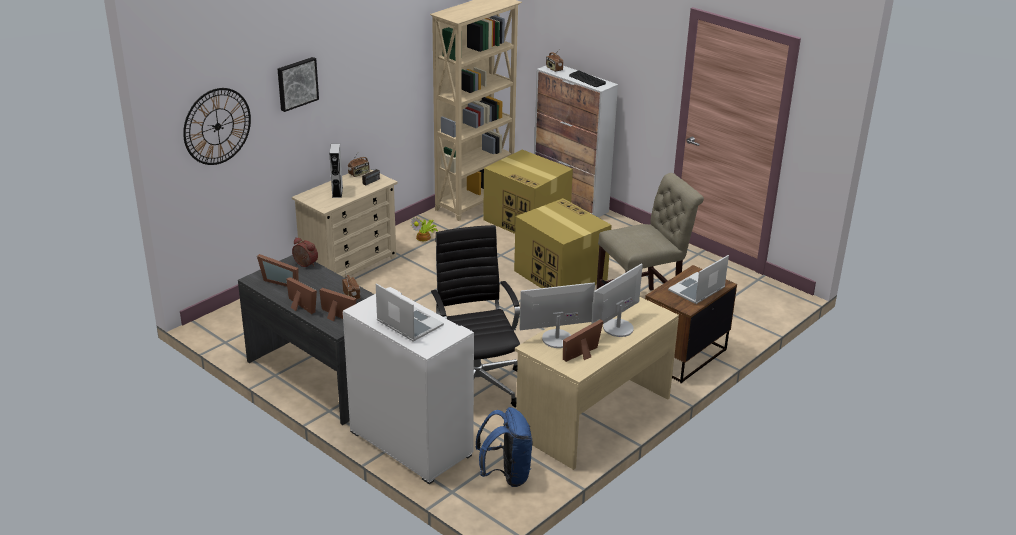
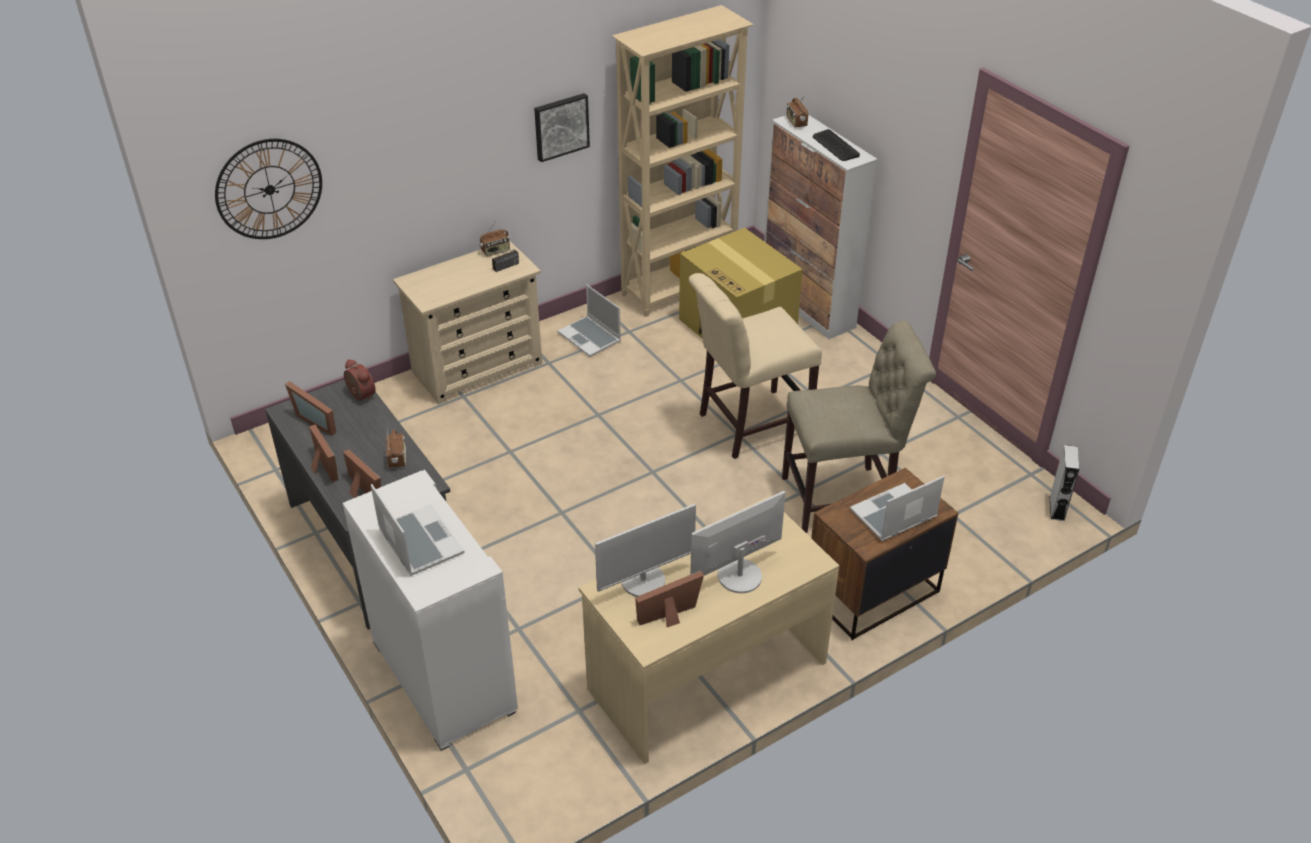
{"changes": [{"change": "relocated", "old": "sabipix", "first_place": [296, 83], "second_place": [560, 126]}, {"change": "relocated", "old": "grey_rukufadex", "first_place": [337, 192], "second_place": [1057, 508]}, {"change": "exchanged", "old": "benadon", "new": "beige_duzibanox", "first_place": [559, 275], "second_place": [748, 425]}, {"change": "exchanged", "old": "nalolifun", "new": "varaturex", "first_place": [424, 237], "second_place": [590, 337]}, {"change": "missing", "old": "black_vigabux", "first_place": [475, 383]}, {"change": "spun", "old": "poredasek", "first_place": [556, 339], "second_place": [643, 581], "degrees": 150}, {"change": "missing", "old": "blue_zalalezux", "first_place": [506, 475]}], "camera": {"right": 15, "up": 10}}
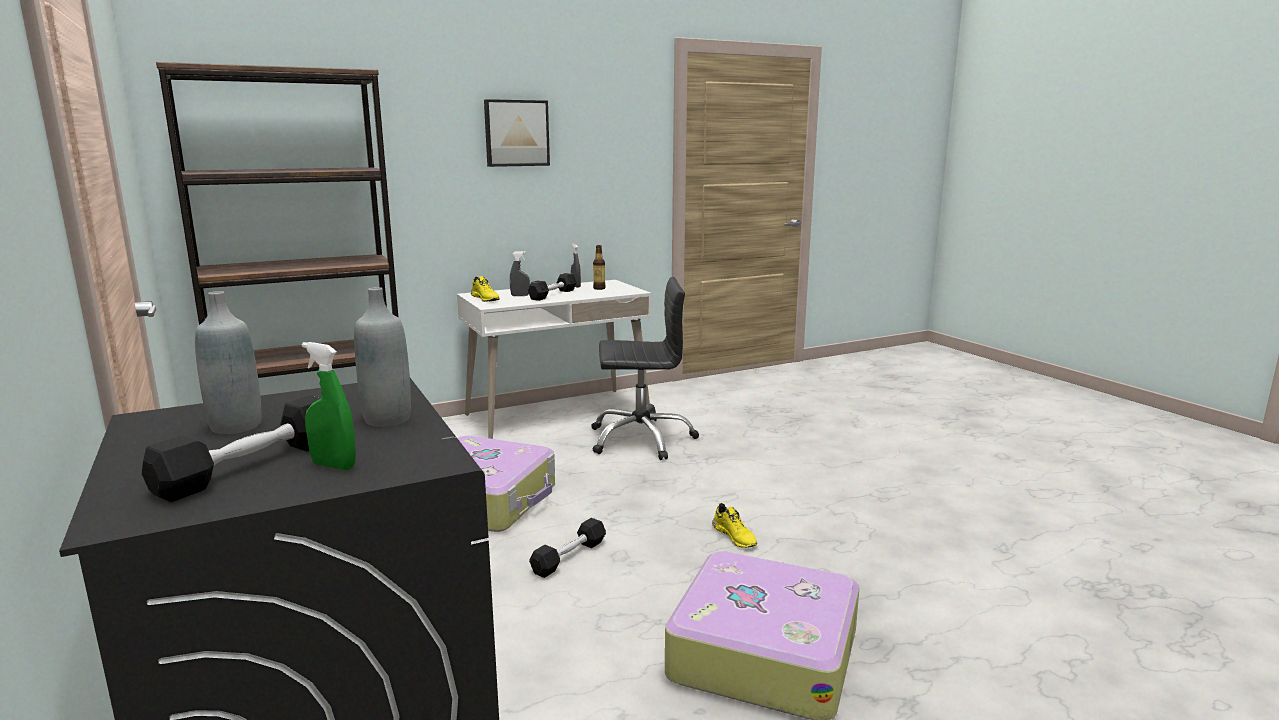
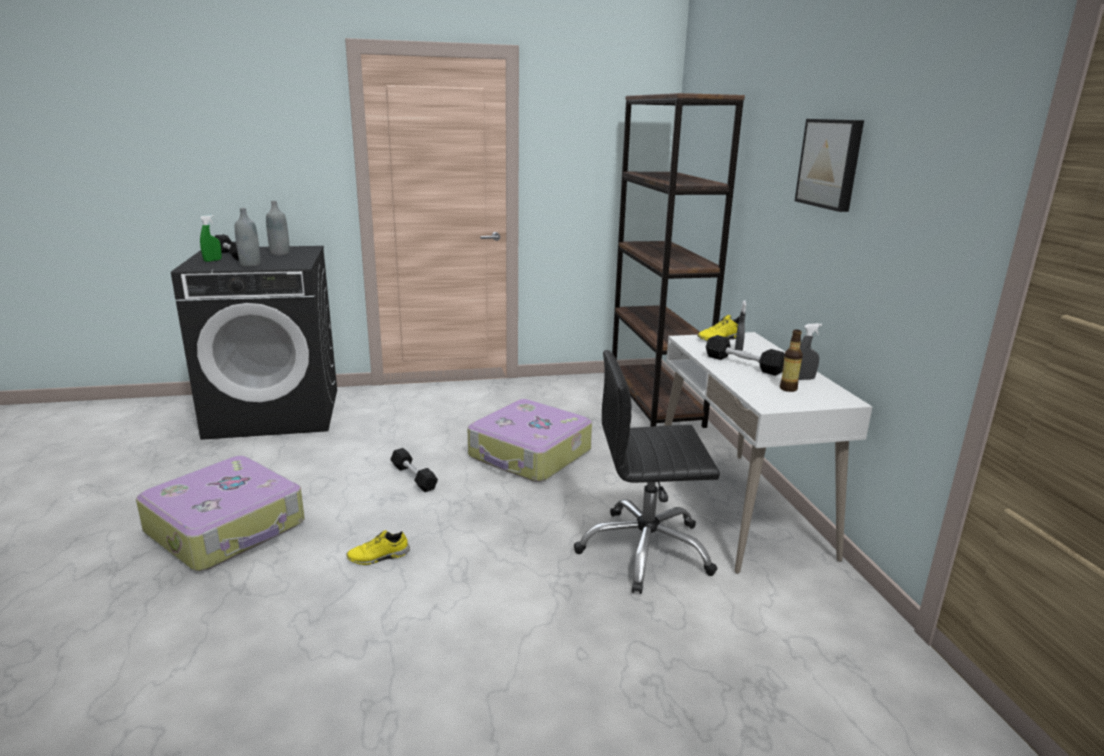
{"changes": [{"change": "spun", "old": "black_vigabux", "first_place": [641, 439], "second_place": [645, 550], "degrees": 75}], "camera": {"right": 105, "up": 5}}
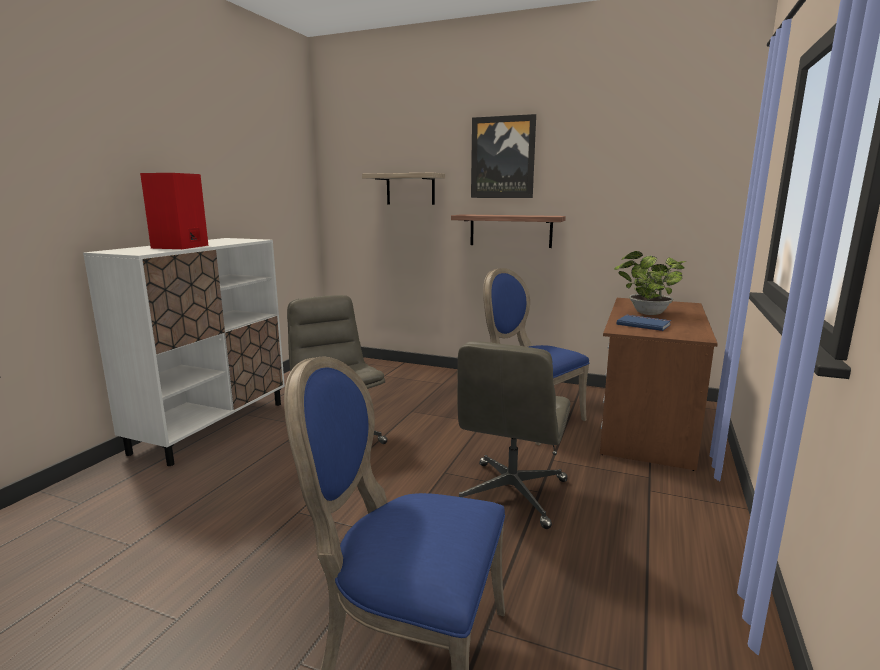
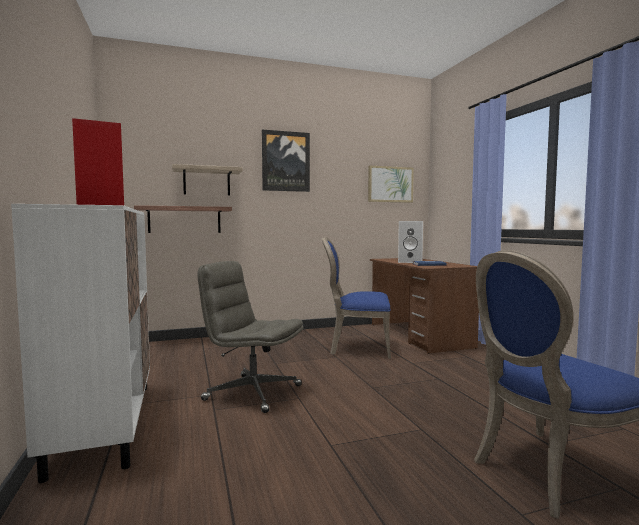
{"changes": [{"change": "relocated", "old": "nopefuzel", "first_place": [510, 230], "second_place": [184, 220]}, {"change": "exchanged", "old": "nalolifun", "new": "white_rukufadex", "first_place": [646, 313], "second_place": [411, 262]}, {"change": "missing", "old": "grey_vigabux", "first_place": [511, 494]}, {"change": "appeared", "new": "sabipix", "second_place": [390, 184]}], "camera": {"right": -40, "up": -10}}
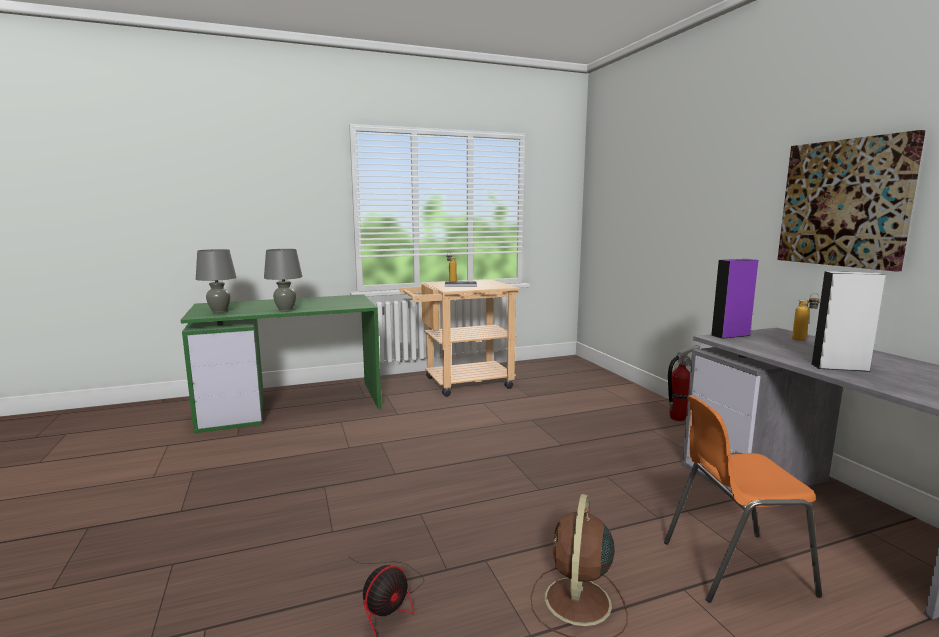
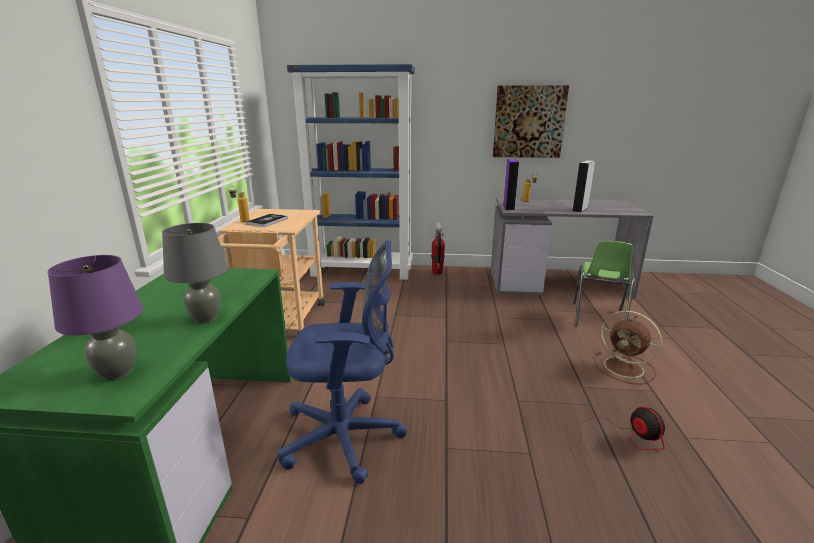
{"changes": [{"change": "colour", "old": "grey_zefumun", "new": "purple_zefumun", "first_place": [219, 311], "second_place": [117, 373]}, {"change": "colour", "old": "orange_duzibanox", "new": "green_duzibanox", "first_place": [733, 566], "second_place": [597, 318]}, {"change": "appeared", "new": "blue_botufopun", "second_place": [362, 271]}, {"change": "appeared", "new": "blue_vigabux", "second_place": [347, 437]}], "camera": {"right": -65, "up": 10}}
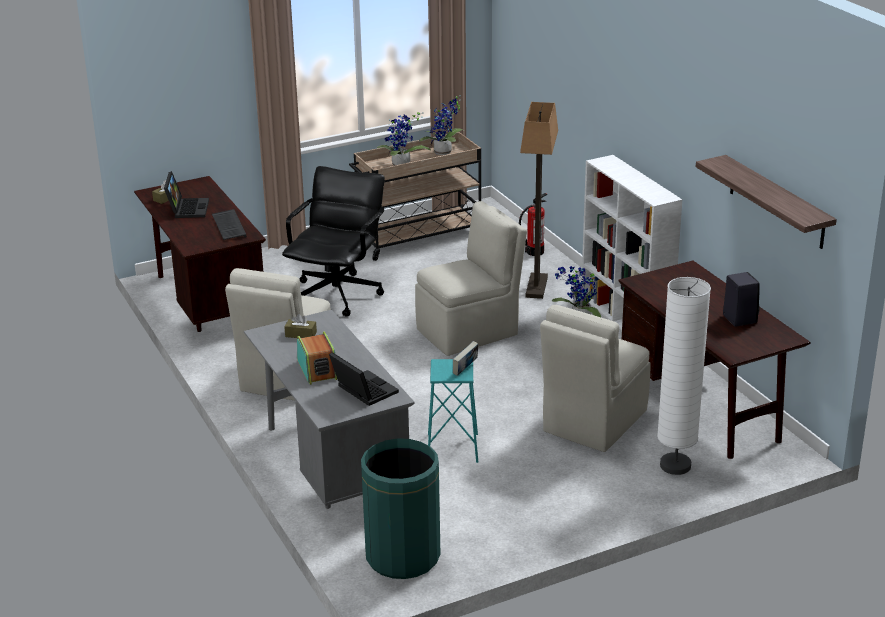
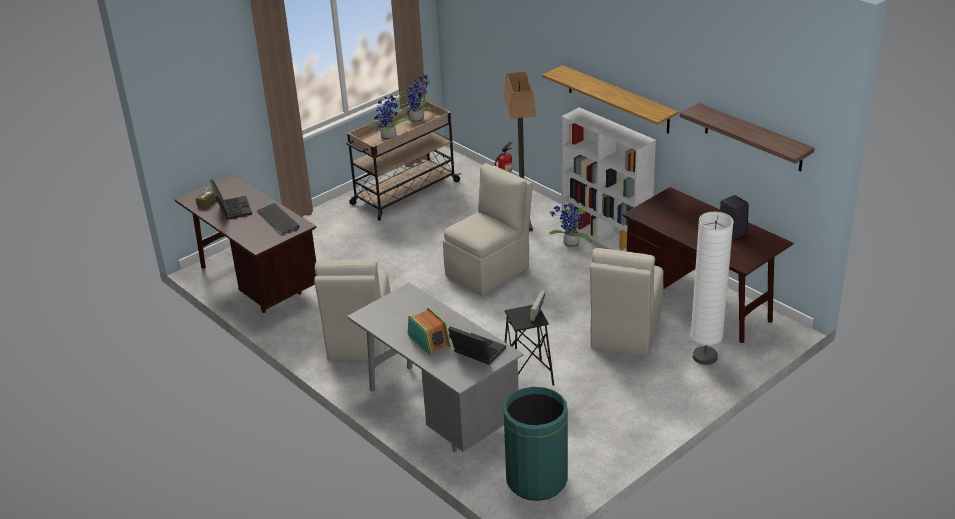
{"changes": [{"change": "missing", "old": "black_vigabux", "first_place": [338, 294]}, {"change": "missing", "old": "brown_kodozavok", "first_place": [301, 334]}, {"change": "colour", "old": "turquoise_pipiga", "new": "black_pipiga", "first_place": [452, 448], "second_place": [528, 377]}, {"change": "appeared", "new": "nopefuzel", "second_place": [618, 99]}], "camera": {"right": -15, "up": 5}}
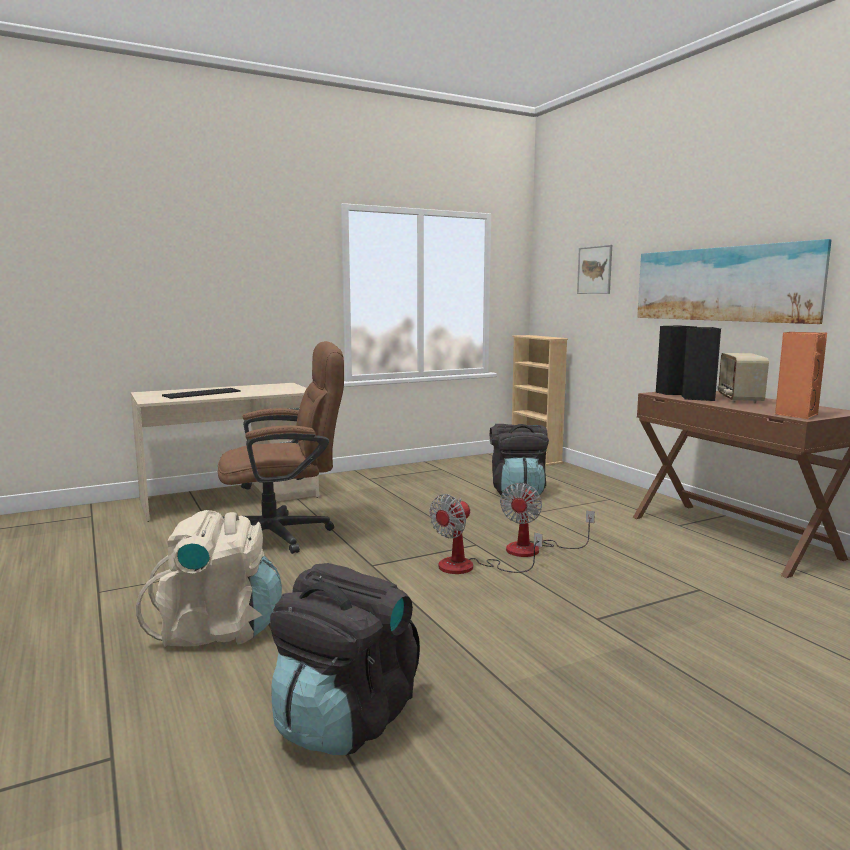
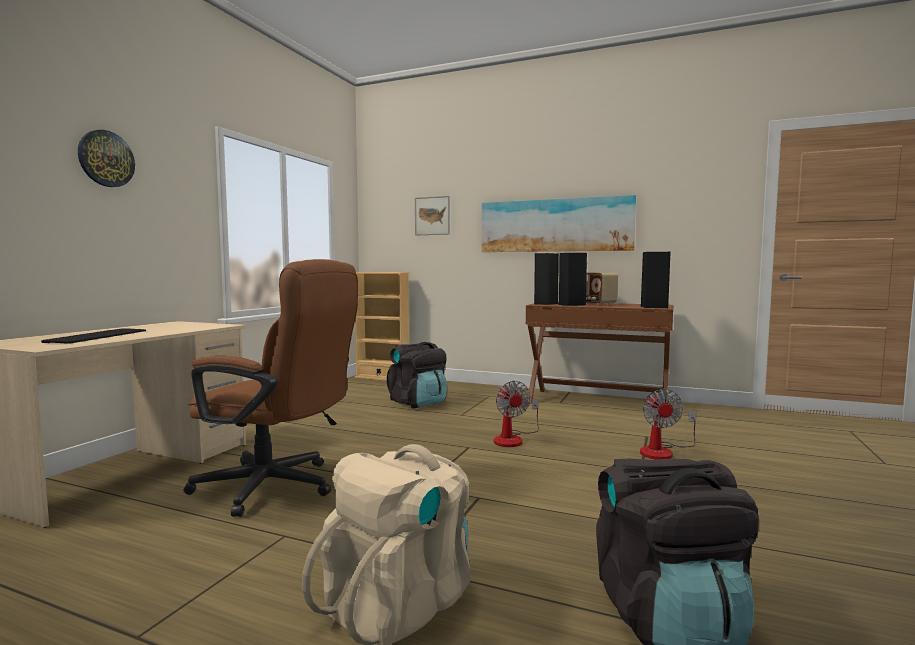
{"changes": [{"change": "colour", "old": "orange_rukufadex", "new": "black_rukufadex", "first_place": [796, 415], "second_place": [653, 307]}, {"change": "spun", "old": "brown_vigabux", "first_place": [284, 534], "second_place": [277, 487], "degrees": 75}, {"change": "relocated", "old": "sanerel", "first_place": [469, 567], "second_place": [663, 451]}, {"change": "appeared", "new": "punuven", "second_place": [106, 159]}], "camera": {"right": -40, "up": -5}}
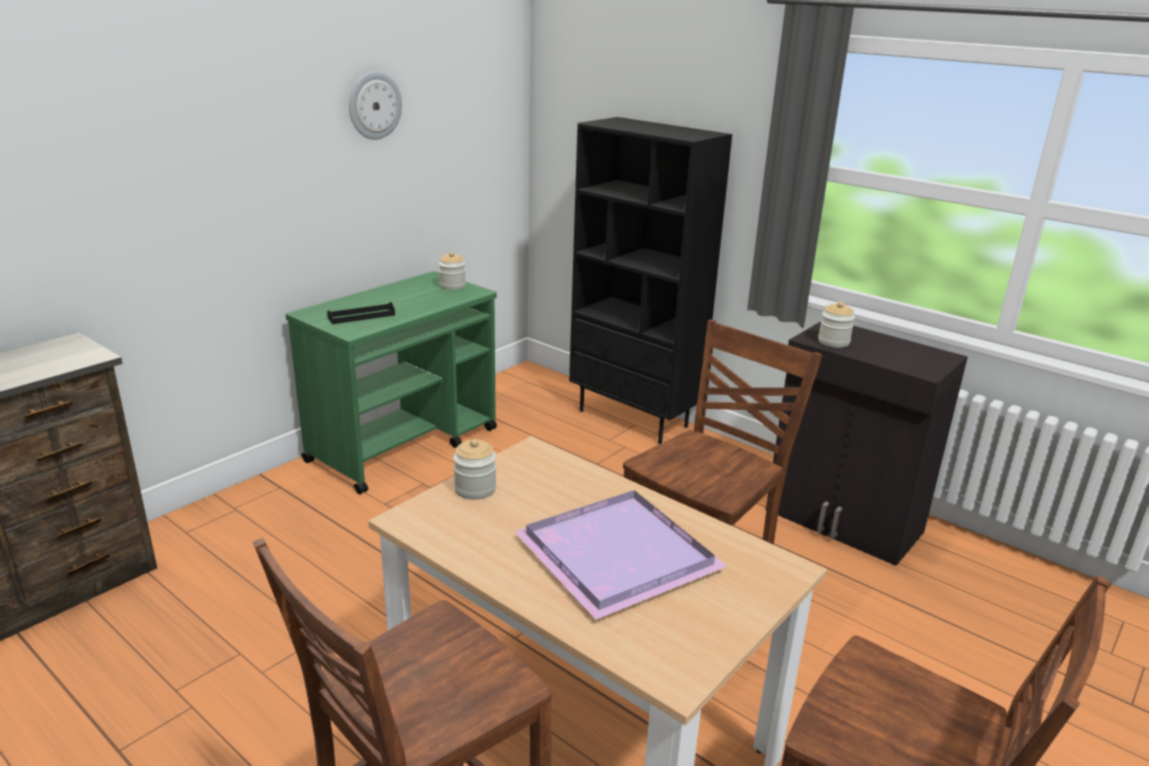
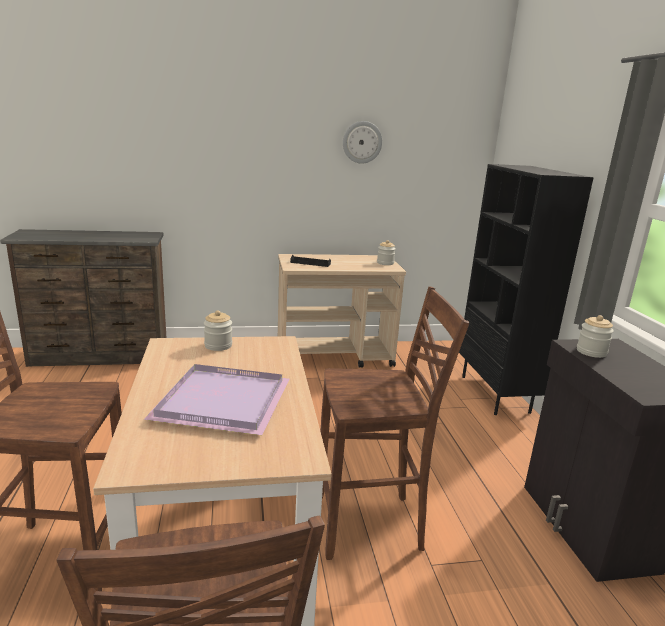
{"changes": [{"change": "colour", "old": "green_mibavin", "new": "beige_mibavin", "first_place": [405, 444], "second_place": [335, 356]}], "camera": {"right": 40, "up": -5}}
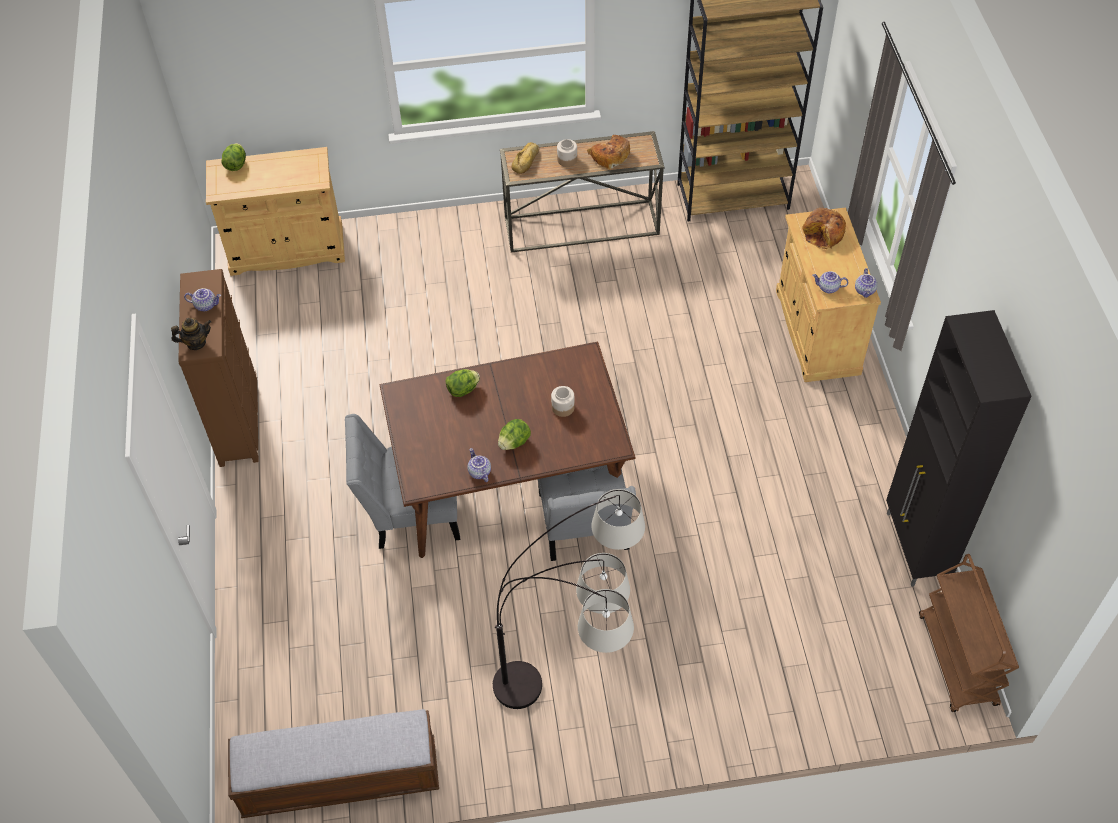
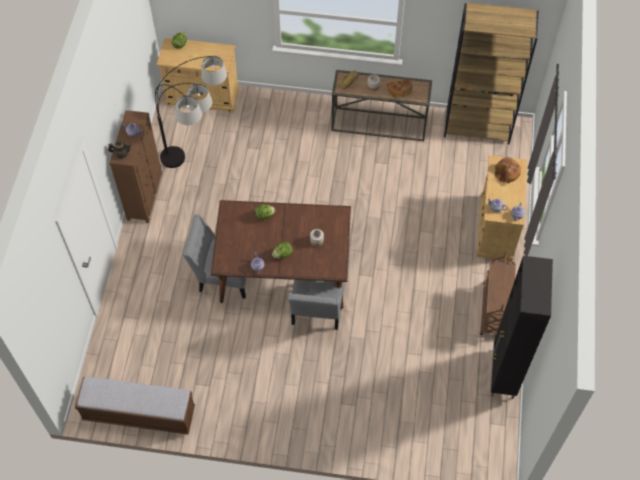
{"changes": [{"change": "relocated", "old": "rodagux", "first_place": [578, 693], "second_place": [200, 168]}, {"change": "relocated", "old": "brown_mibavin", "first_place": [958, 660], "second_place": [494, 311]}], "camera": {"right": 15, "up": 5}}
